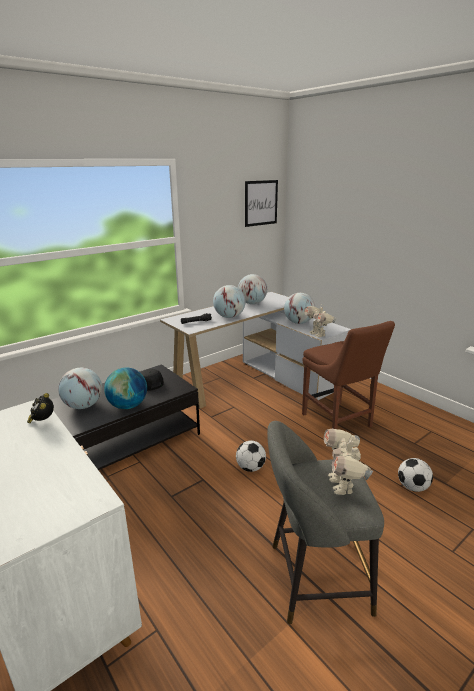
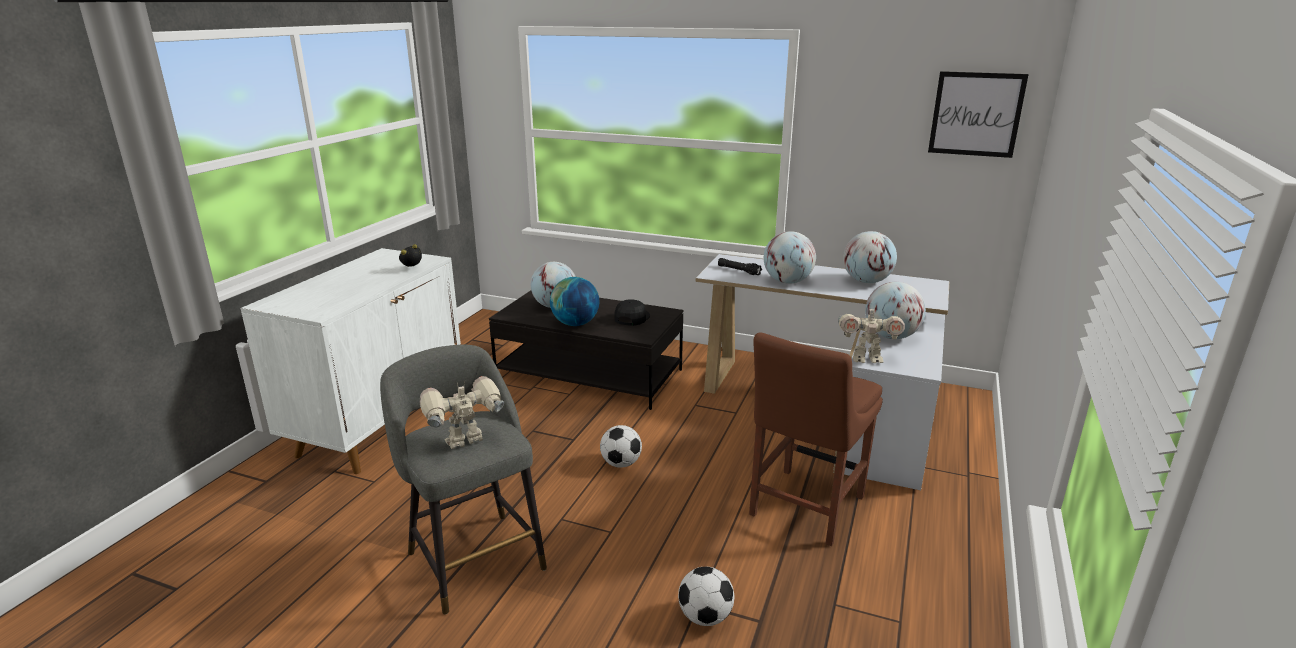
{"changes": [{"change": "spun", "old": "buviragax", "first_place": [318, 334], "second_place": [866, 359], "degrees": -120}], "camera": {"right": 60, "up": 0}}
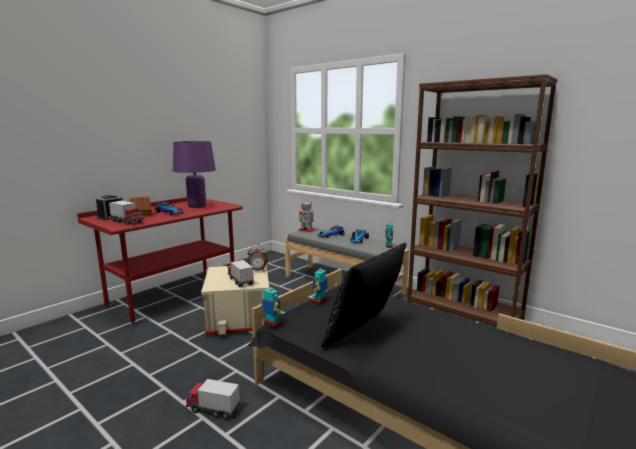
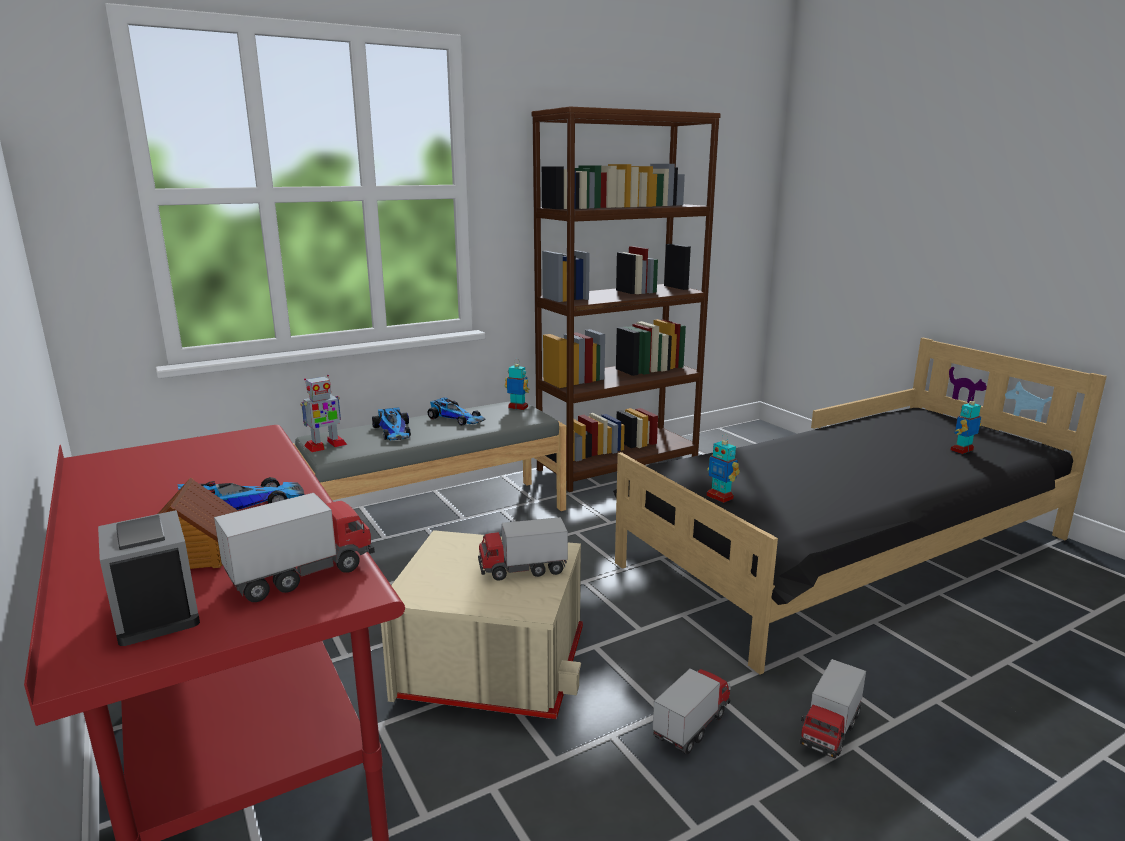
{"changes": [{"change": "missing", "old": "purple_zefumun", "first_place": [197, 206]}, {"change": "missing", "old": "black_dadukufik", "first_place": [364, 334]}, {"change": "missing", "old": "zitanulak", "first_place": [257, 270]}, {"change": "relocated", "old": "buviragax", "first_place": [272, 324], "second_place": [962, 450]}, {"change": "appeared", "new": "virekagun", "second_place": [692, 725]}], "camera": {"right": -70, "up": 5}}
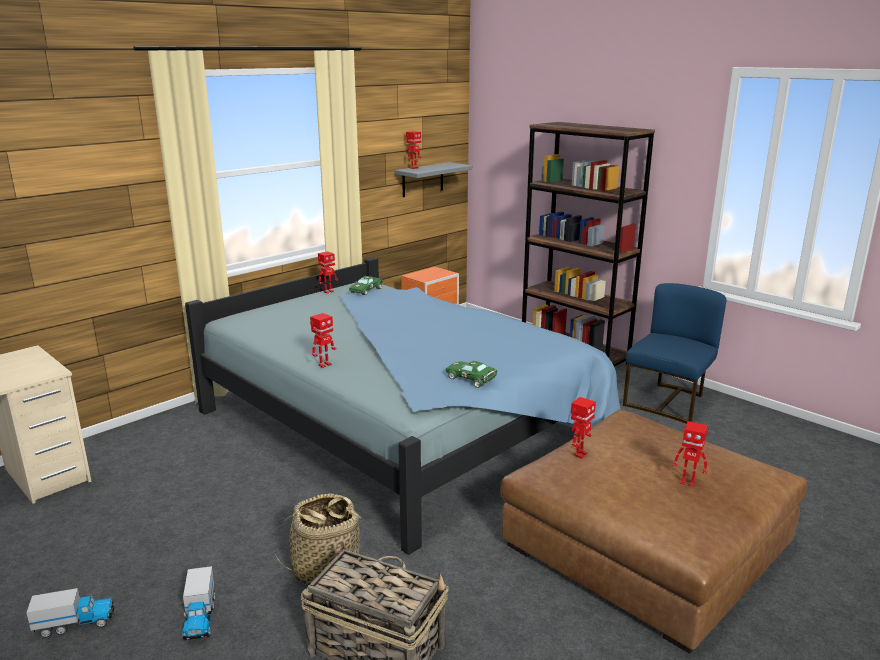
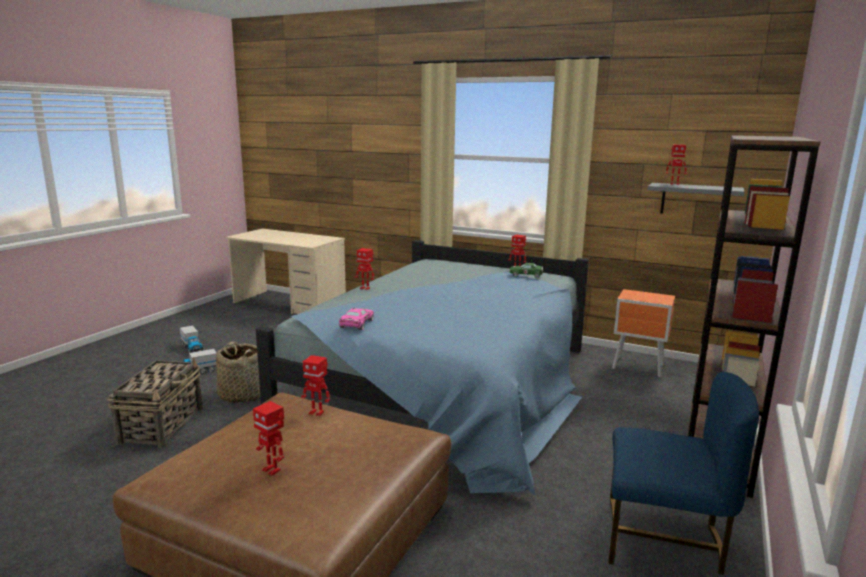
{"changes": [{"change": "colour", "old": "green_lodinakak", "new": "pink_lodinakak", "first_place": [472, 379], "second_place": [356, 324]}, {"change": "spun", "old": "buviragax", "first_place": [687, 482], "second_place": [272, 470], "degrees": -60}], "camera": {"right": 70, "up": -5}}
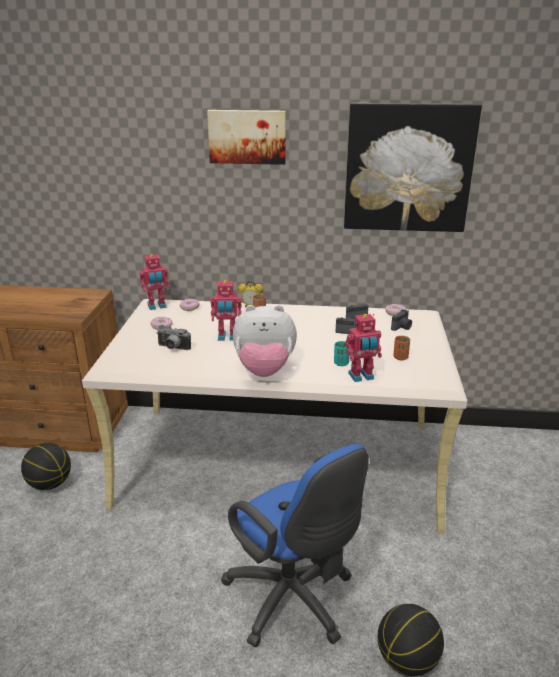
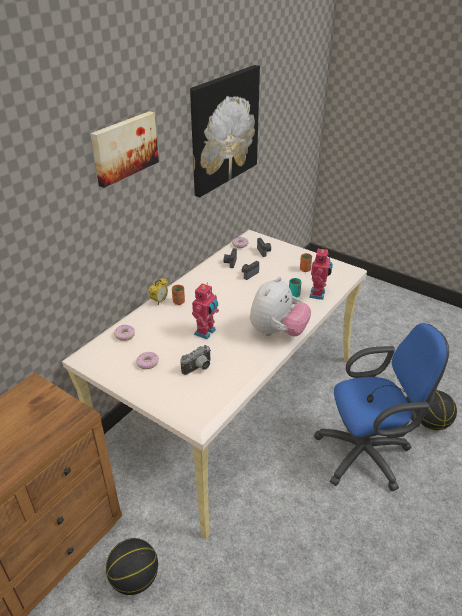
{"changes": [{"change": "missing", "old": "buviragax", "first_place": [157, 306]}], "camera": {"right": -60, "up": 10}}
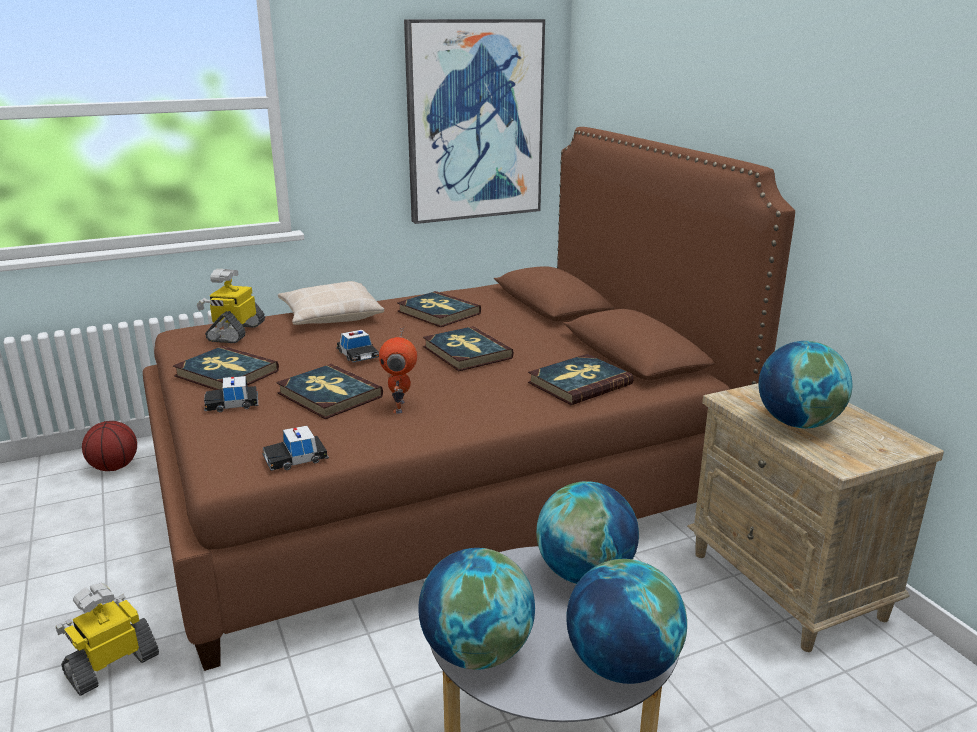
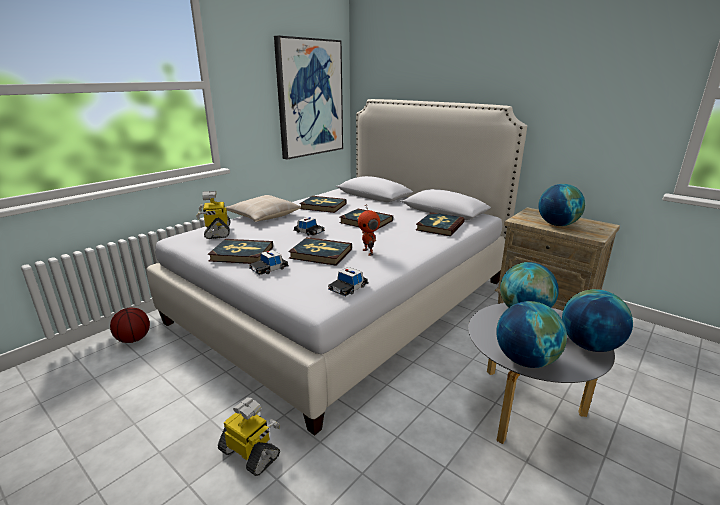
{"changes": [{"change": "colour", "old": "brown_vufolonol", "new": "white_vufolonol", "first_place": [436, 480], "second_place": [346, 300]}, {"change": "spun", "old": "buviragax", "first_place": [112, 665], "second_place": [251, 453], "degrees": 105}], "camera": {"right": -25, "up": 0}}
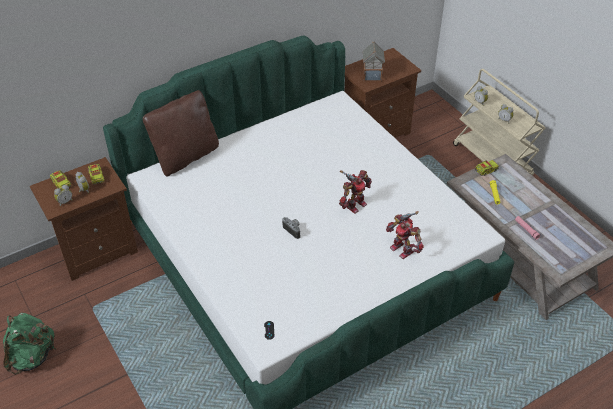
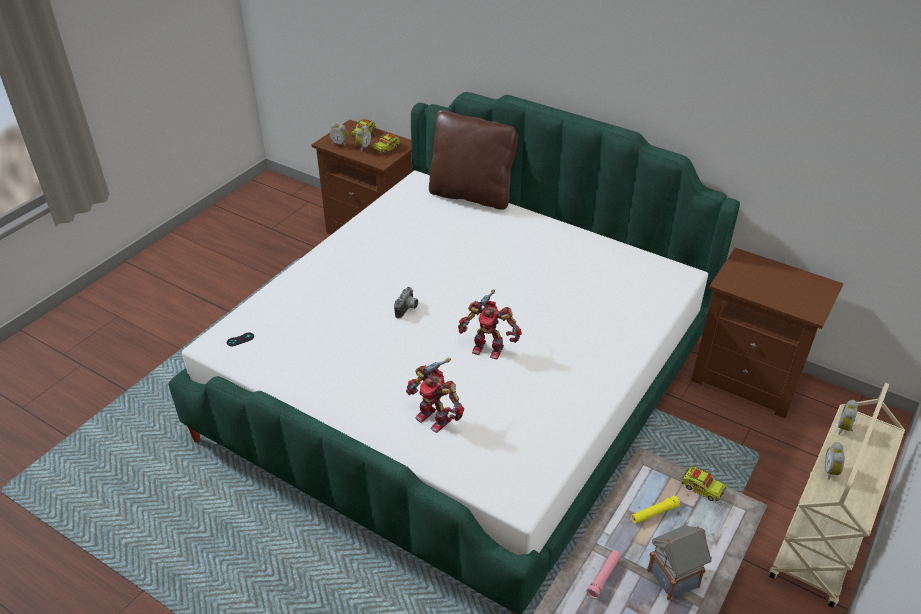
{"changes": [{"change": "relocated", "old": "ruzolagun", "first_place": [372, 75], "second_place": [674, 577]}, {"change": "spun", "old": "buviragax", "first_place": [403, 249], "second_place": [435, 418], "degrees": -75}, {"change": "missing", "old": "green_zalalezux", "first_place": [32, 357]}], "camera": {"right": 65, "up": -5}}
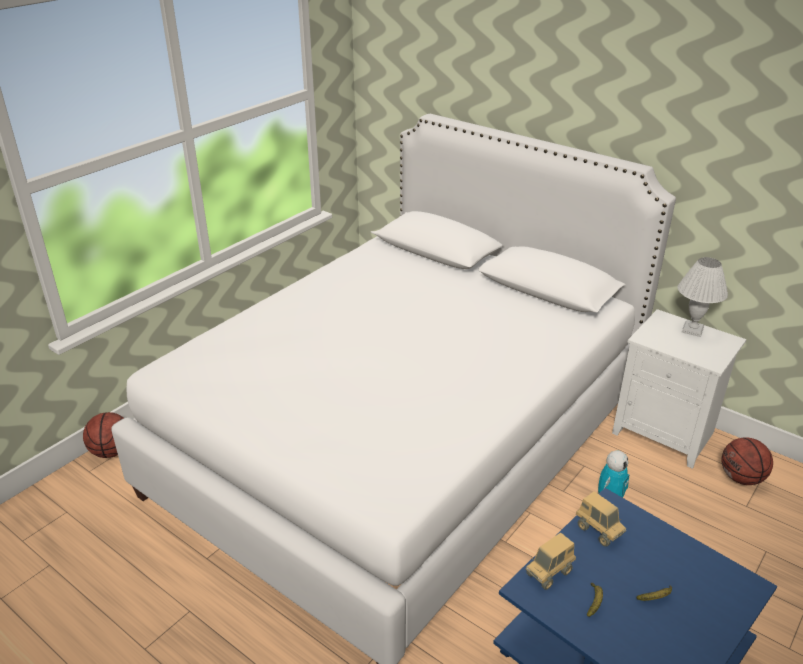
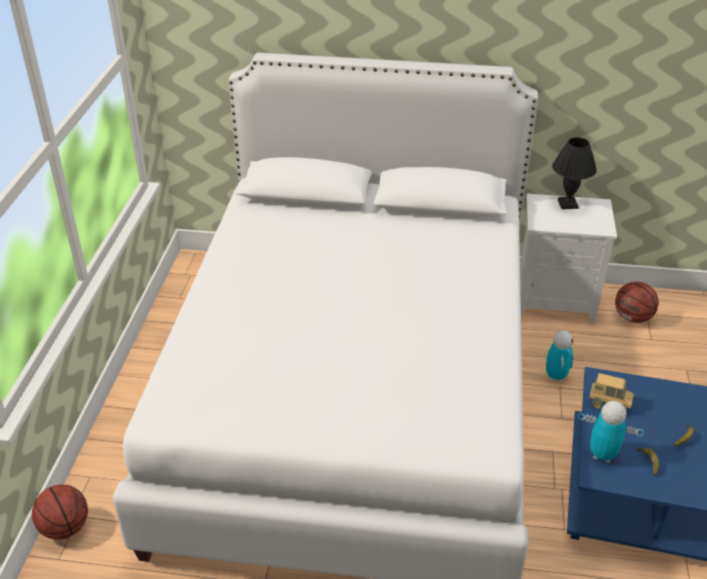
{"changes": [{"change": "colour", "old": "white_zefumun", "new": "black_zefumun", "first_place": [692, 330], "second_place": [568, 204]}, {"change": "exchanged", "old": "virekagun", "new": "buviragax", "first_place": [549, 573], "second_place": [602, 455]}], "camera": {"right": -30, "up": 5}}
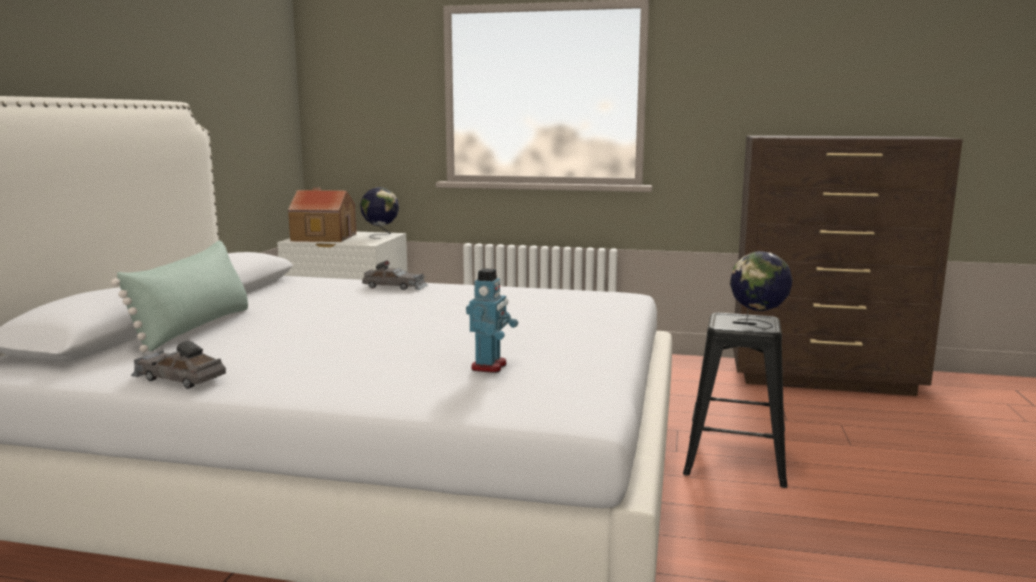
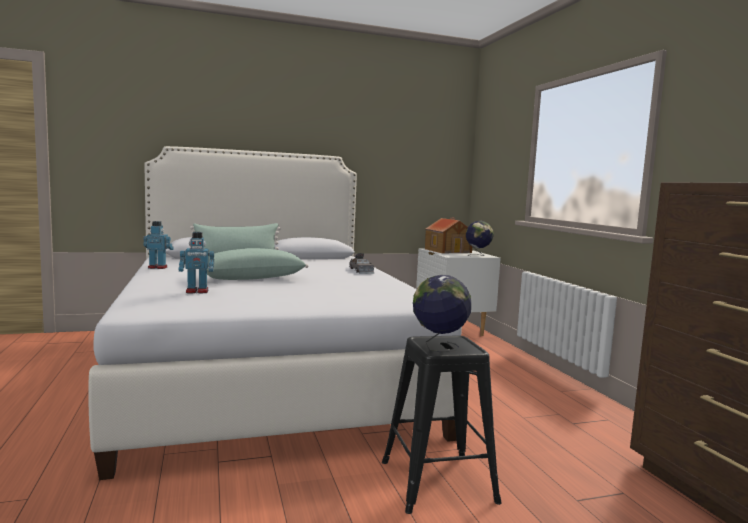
{"changes": [{"change": "exchanged", "old": "grey_lodinakak", "new": "buviragax", "first_place": [178, 378], "second_place": [158, 267]}, {"change": "appeared", "new": "green_dadukufik", "second_place": [250, 278]}], "camera": {"right": 60, "up": -5}}
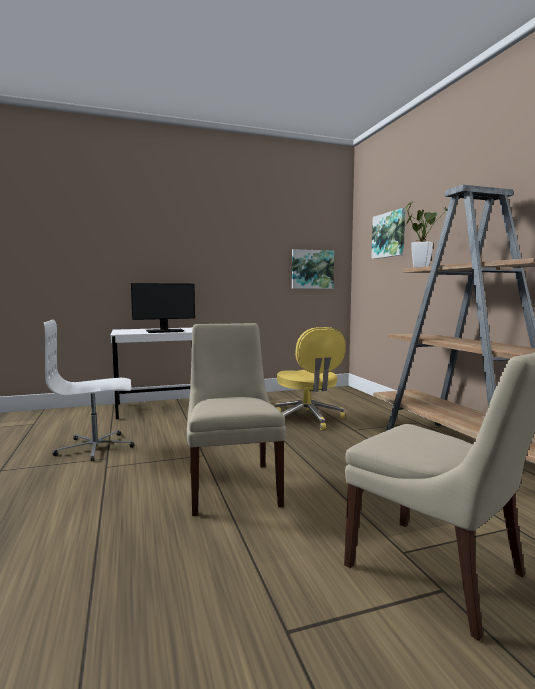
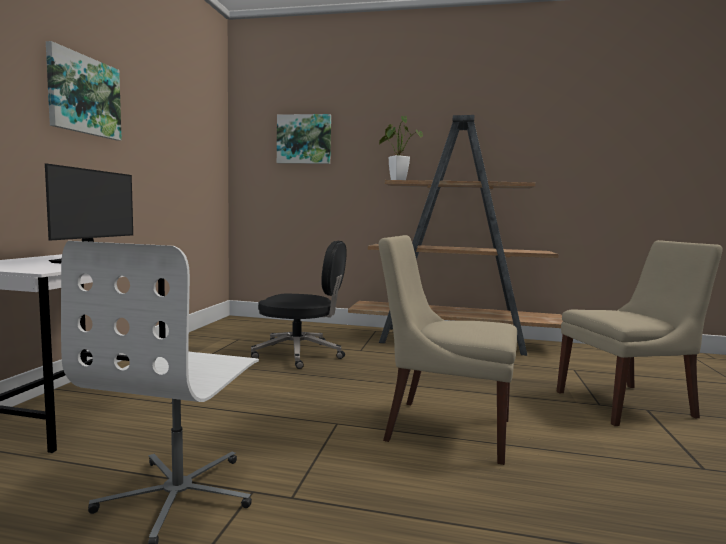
{"changes": [{"change": "relocated", "old": "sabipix", "first_place": [312, 269], "second_place": [83, 95]}, {"change": "colour", "old": "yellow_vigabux", "new": "black_vigabux", "first_place": [308, 419], "second_place": [300, 354]}], "camera": {"right": -60, "up": 0}}
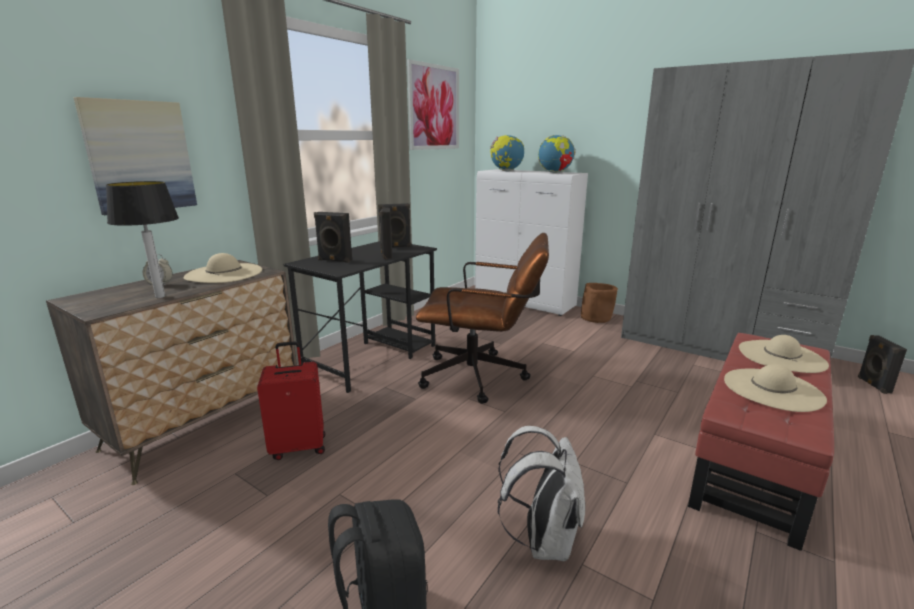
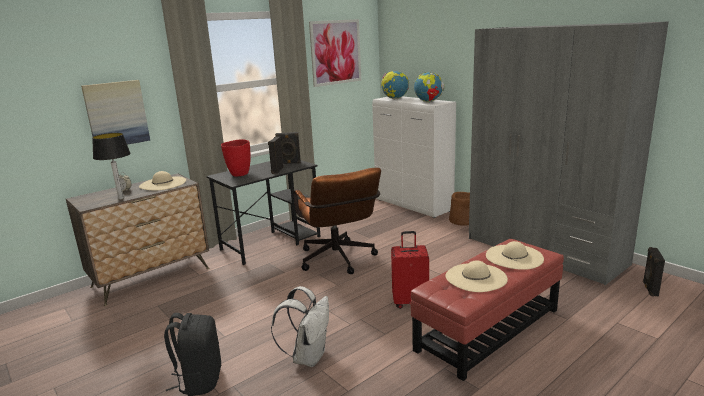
{"changes": [{"change": "exchanged", "old": "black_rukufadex", "new": "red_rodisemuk", "first_place": [334, 260], "second_place": [239, 174]}, {"change": "spun", "old": "brown_vigabux", "first_place": [482, 377], "second_place": [339, 261], "degrees": 45}, {"change": "relocated", "old": "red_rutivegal", "first_place": [299, 447], "second_place": [410, 302]}], "camera": {"right": 15, "up": 0}}
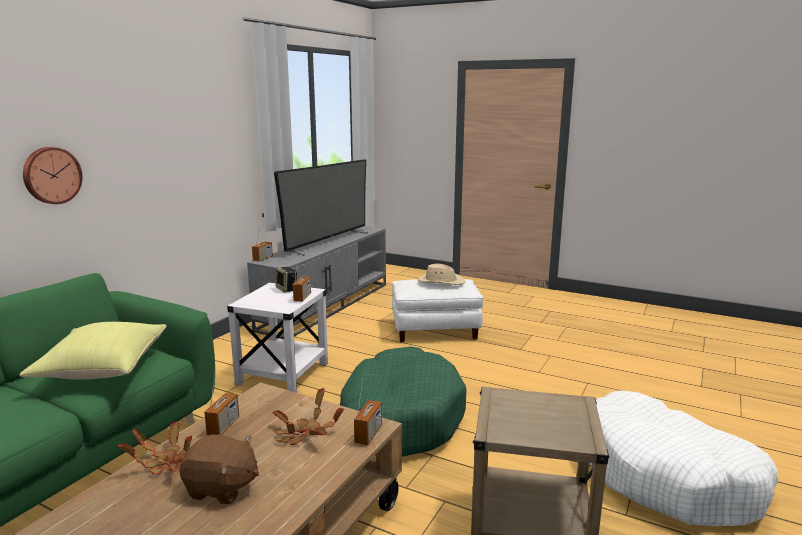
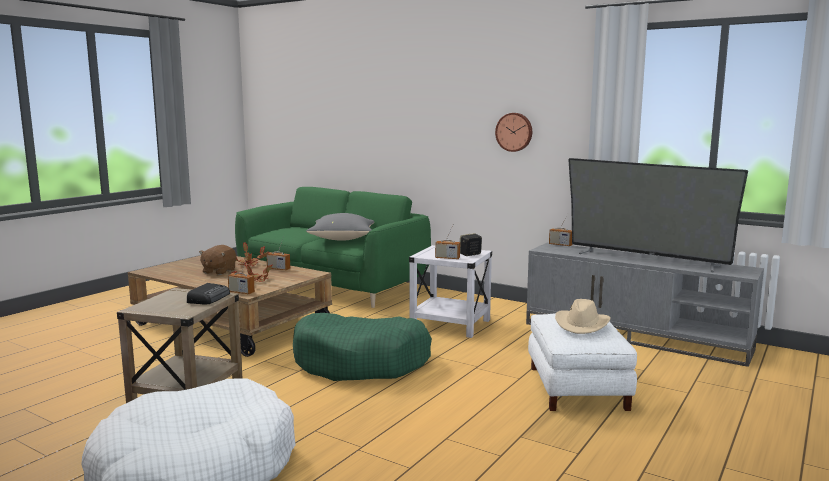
{"changes": [{"change": "relocated", "old": "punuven", "first_place": [51, 175], "second_place": [514, 132]}, {"change": "colour", "old": "yellow_dadukufik", "new": "grey_dadukufik", "first_place": [103, 369], "second_place": [343, 239]}, {"change": "appeared", "new": "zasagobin", "second_place": [209, 298]}], "camera": {"right": 95, "up": -5}}
